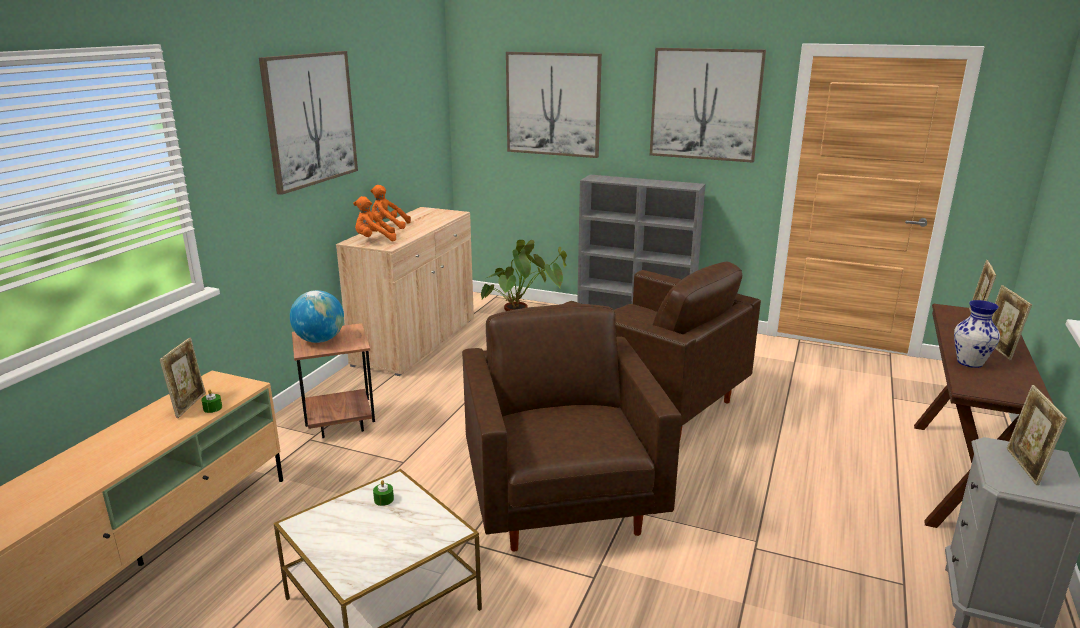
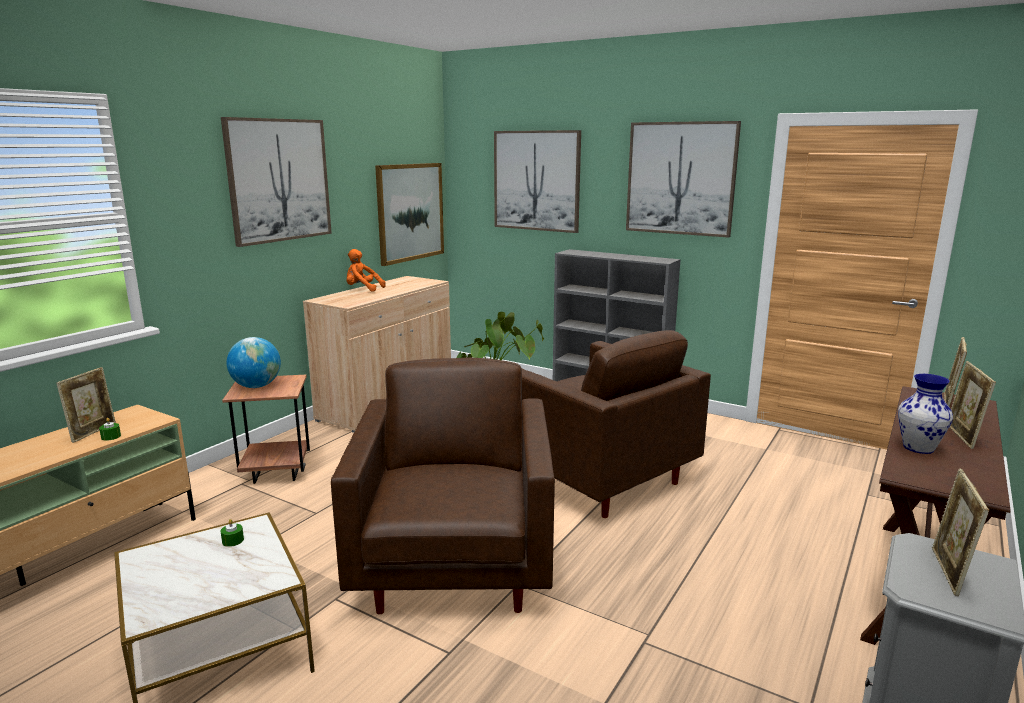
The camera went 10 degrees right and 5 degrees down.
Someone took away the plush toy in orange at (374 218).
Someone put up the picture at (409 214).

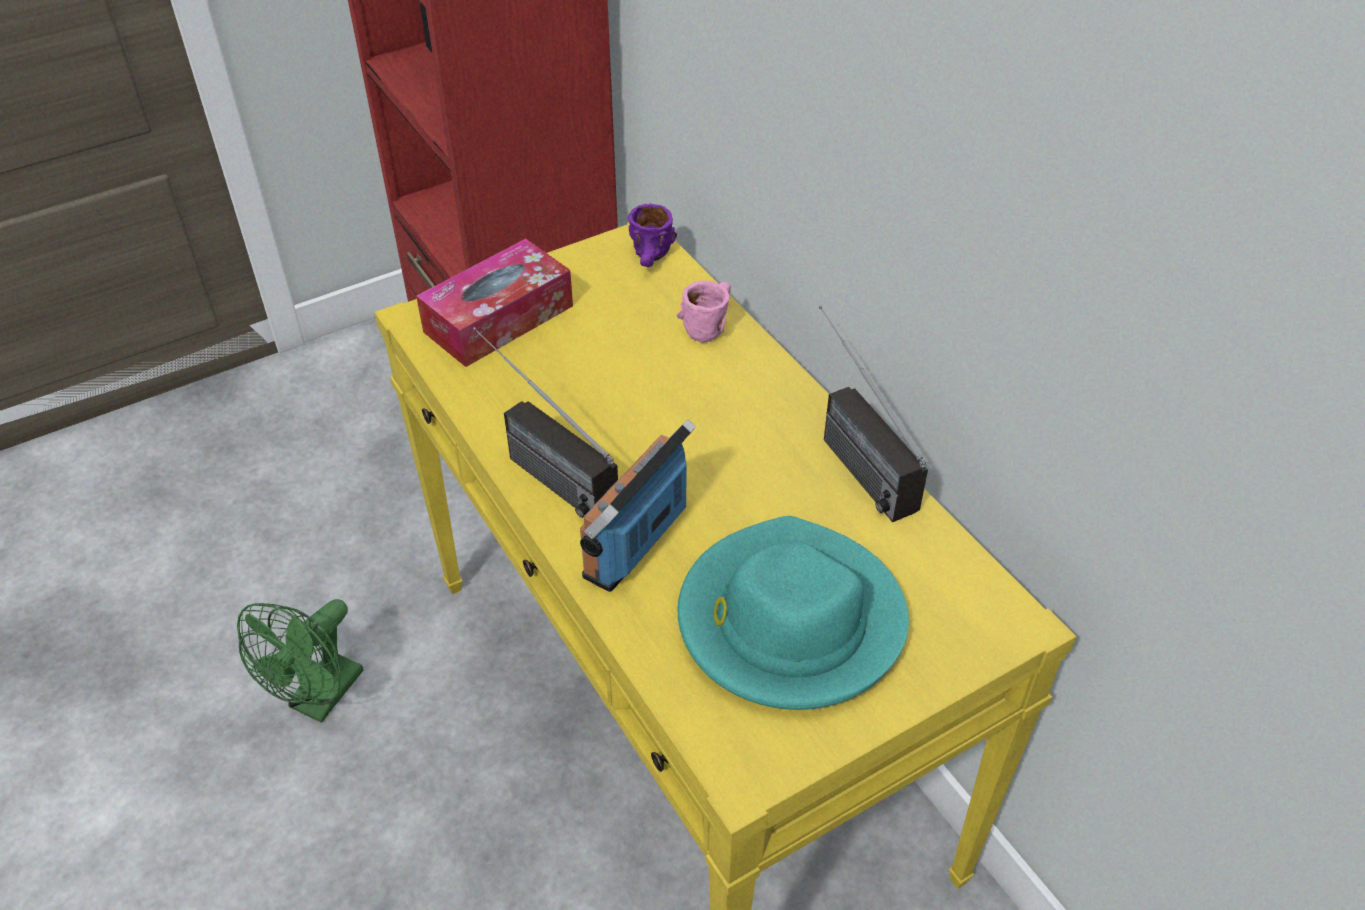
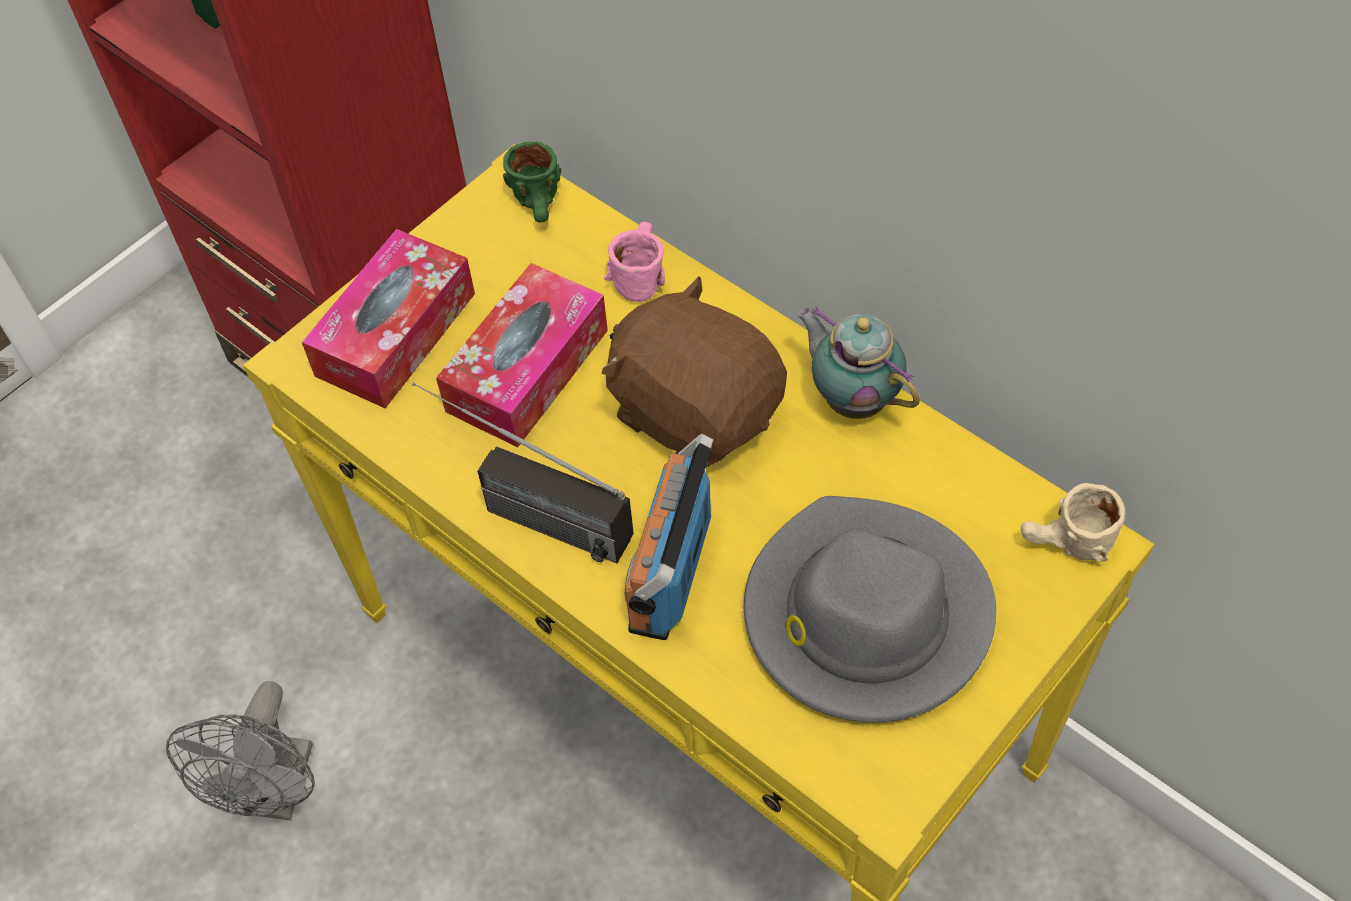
The camera went 15 degrees left and 10 degrees up.
Someone put down the tissue box at (522 355).
Someone put down the plush toy in brown at (694 372).
Someone put down the mug in beige at (1073 522).
Someone swapped the radio at (873 414) for the teapot at (858 363).
Someone repainted the fan in green at (300 661), which became the fan in grey at (240 750).
Someone repainted the mug in purple at (652 235), which became the mug in green at (532 181).
Someone repainted the hat in turquoise at (793 613), which became the hat in grey at (870 609).

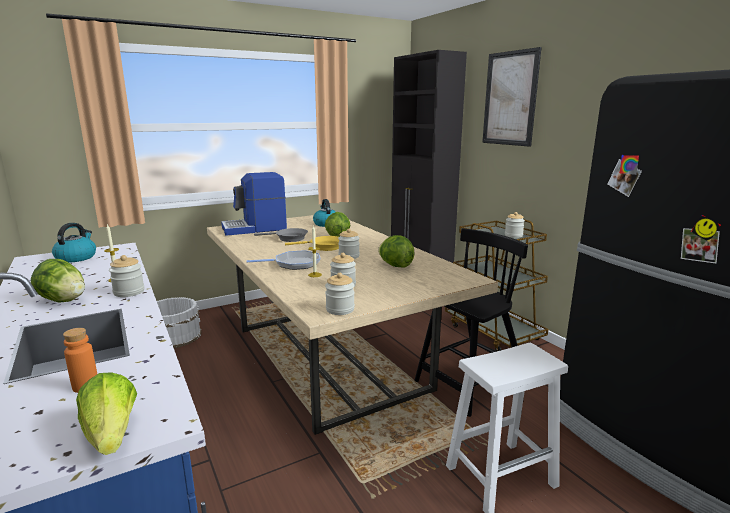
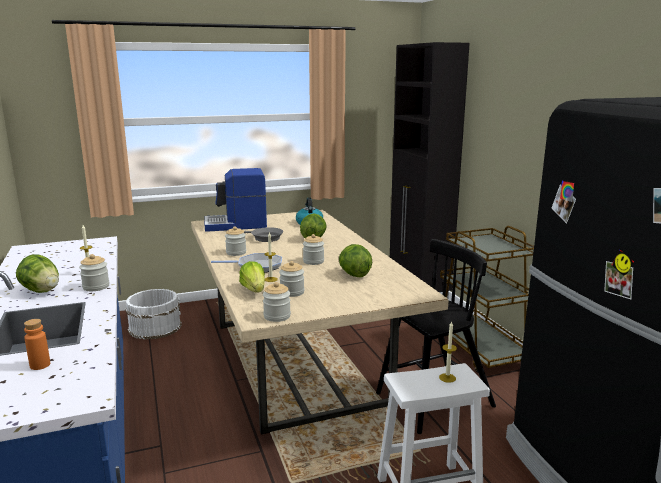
The camera went 10 degrees right and 0 degrees up.
Someone took away the kettle at (74 243).
Someone took away the frying pan in yellow at (312 243).
Someone took away the picture at (512 97).
Someone put down the candle at (448 352).
Someone carried the lettuce from (106 413) to (252 277).
Someone carried the jar from (515 225) to (235 241).

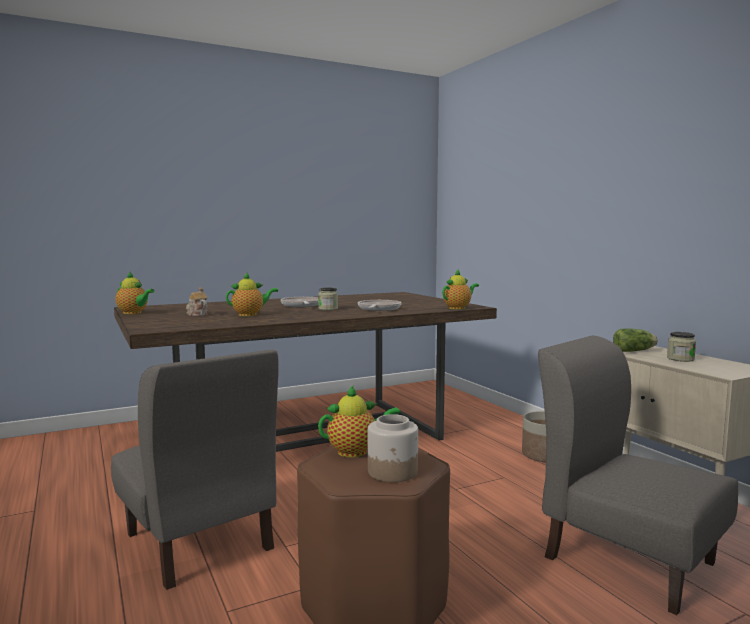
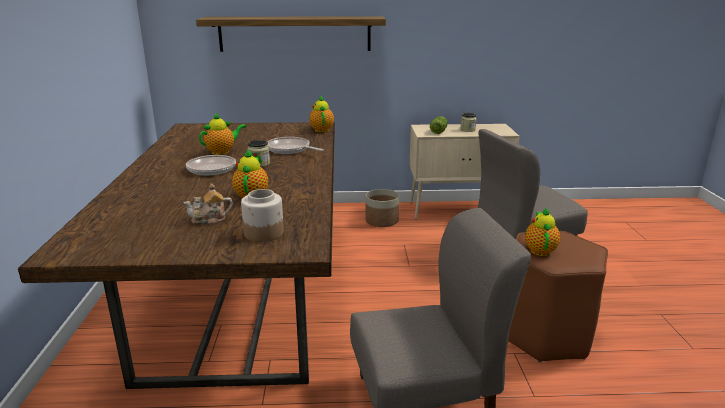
The camera went 65 degrees left and 15 degrees up.
Someone put up the shelf at (291 34).
Someone carried the teapot from (134 292) to (222 134).
Someone carried the jar from (393 448) to (262 215).

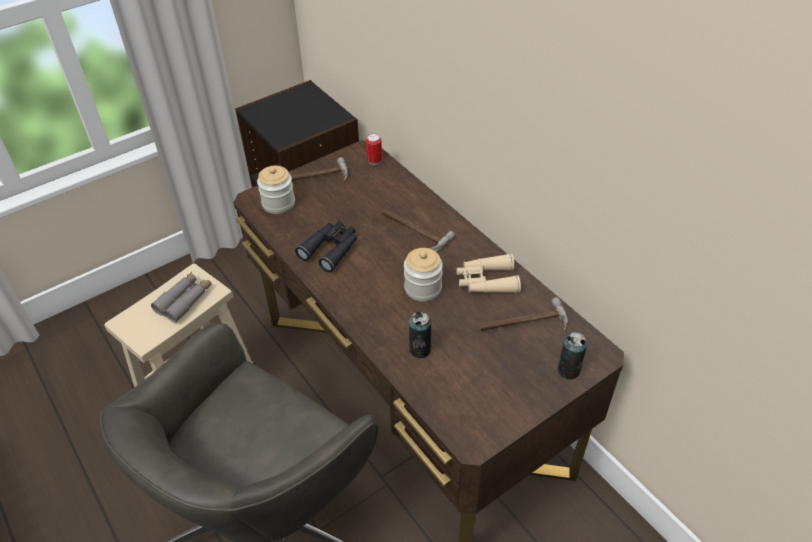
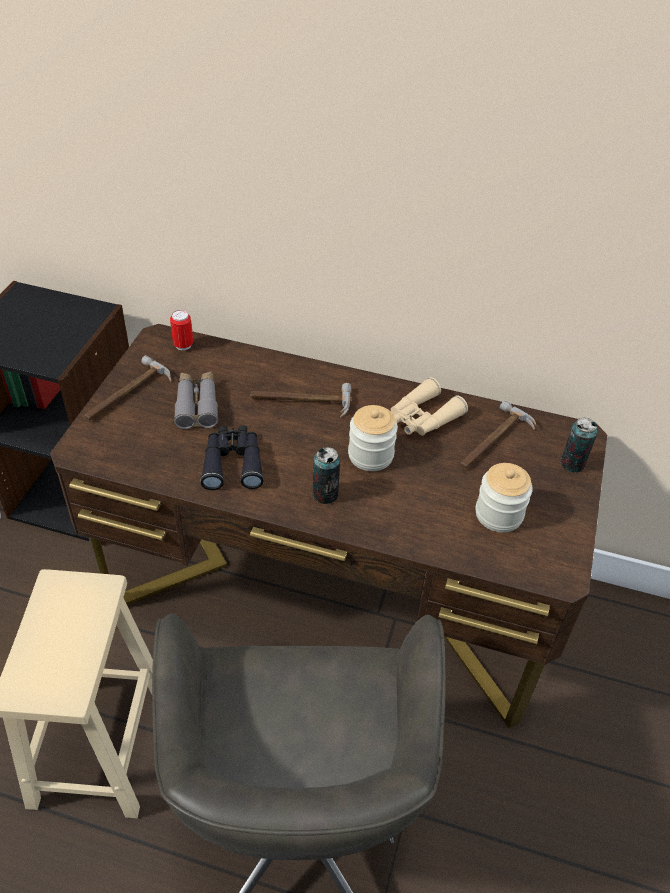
The camera went 40 degrees left and 0 degrees up.
Someone carried the binoculars in grey from (181 297) to (196 400).
Someone carried the jar from (276 190) to (504 497).
Someone carried the can from (420 335) to (326 475).

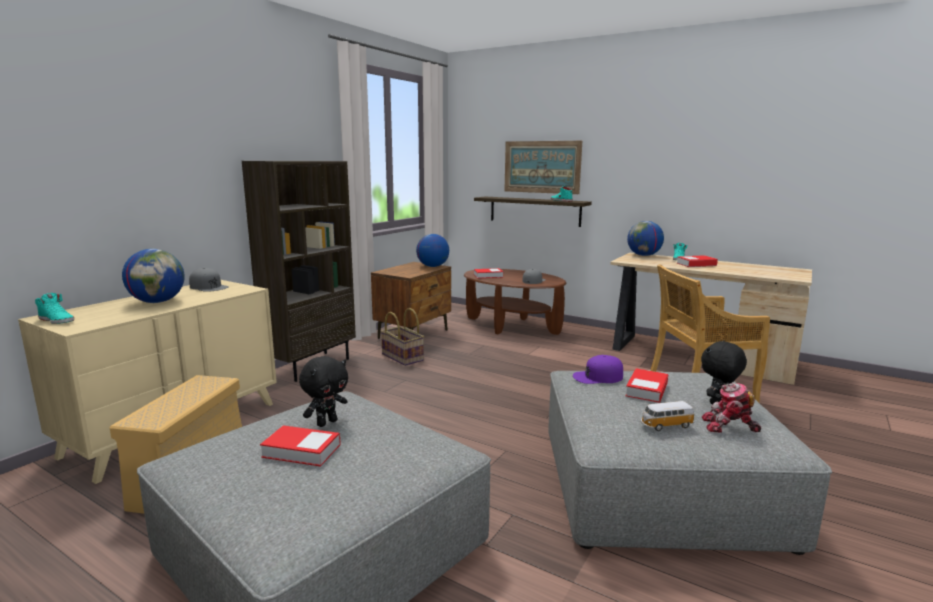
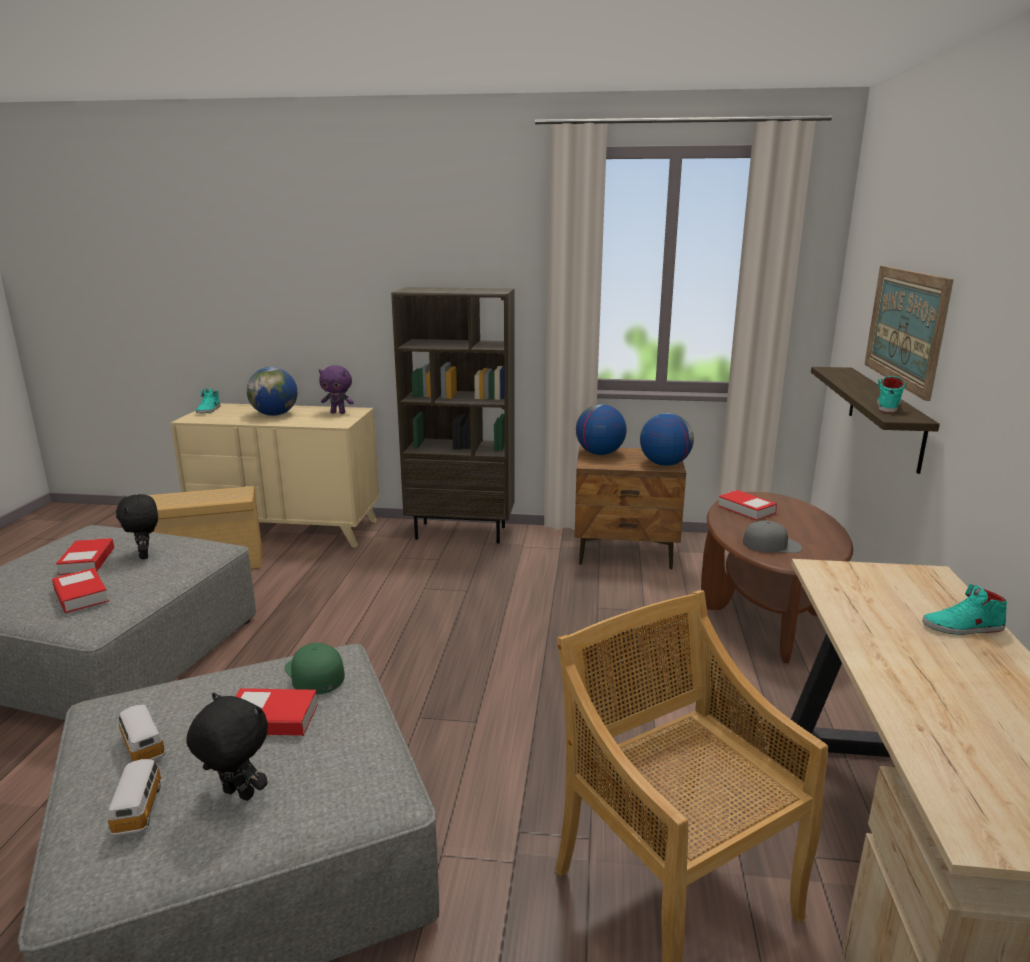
The camera went 65 degrees right and 5 degrees up.
Someone took away the basket at (402 337).
Someone carried the globe from (645 238) to (601 429).
Someone carried the book from (697 261) to (80 590).
Someone swapped the cap in grey at (208 280) for the plush toy in purple at (336 389).
Someone swapped the toy robot at (731 408) for the toy car at (134 797).
Someone repainted the cap in purple at (598 369), which became the cap in green at (314 669).
Someone rotated the plush toy in black at (323 391) by 45 degrees clockwise.

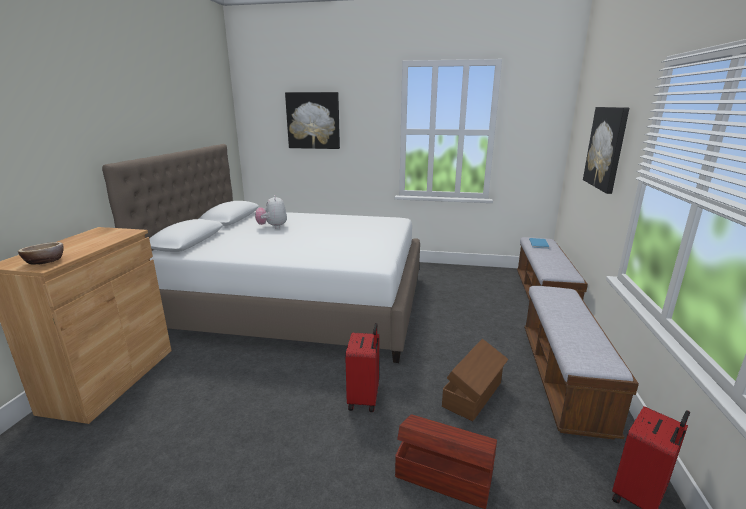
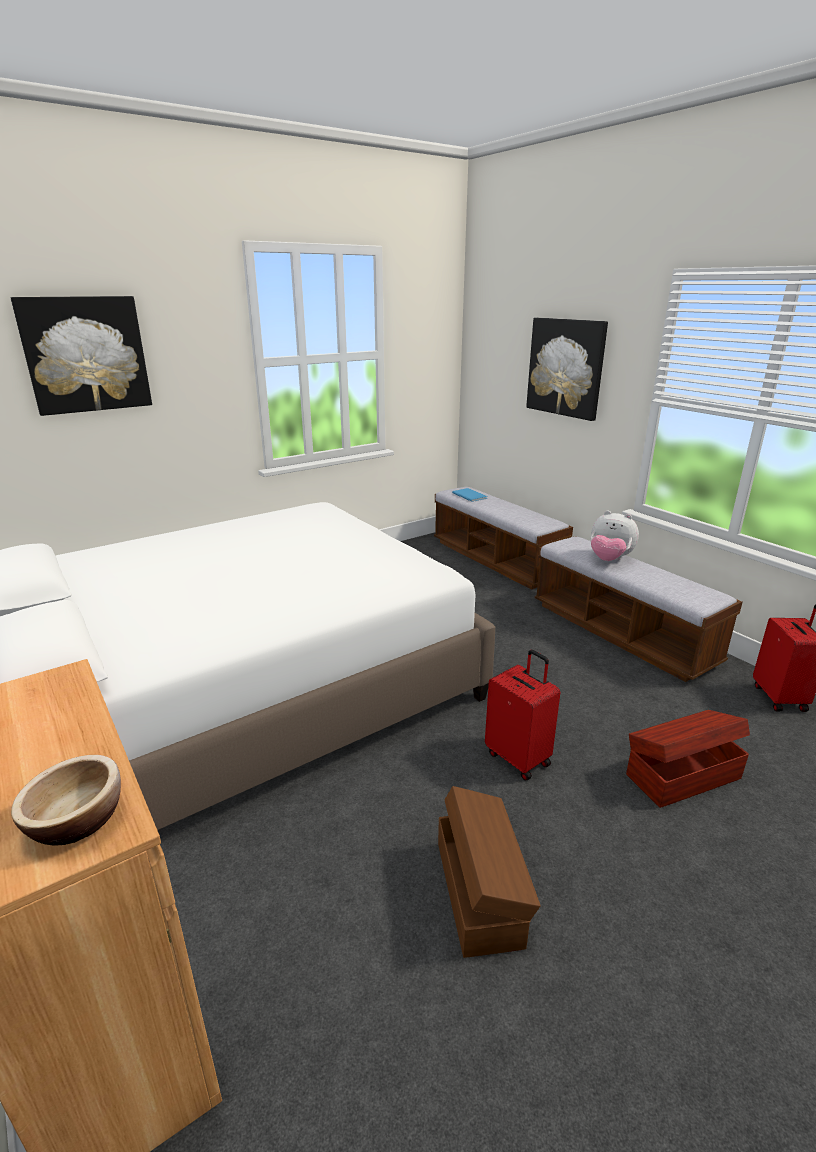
The camera went 45 degrees left and 5 degrees up.
Someone carried the plush toy from (271 211) to (614 536).
Someone carried the storage box in brown from (475 380) to (489 872).

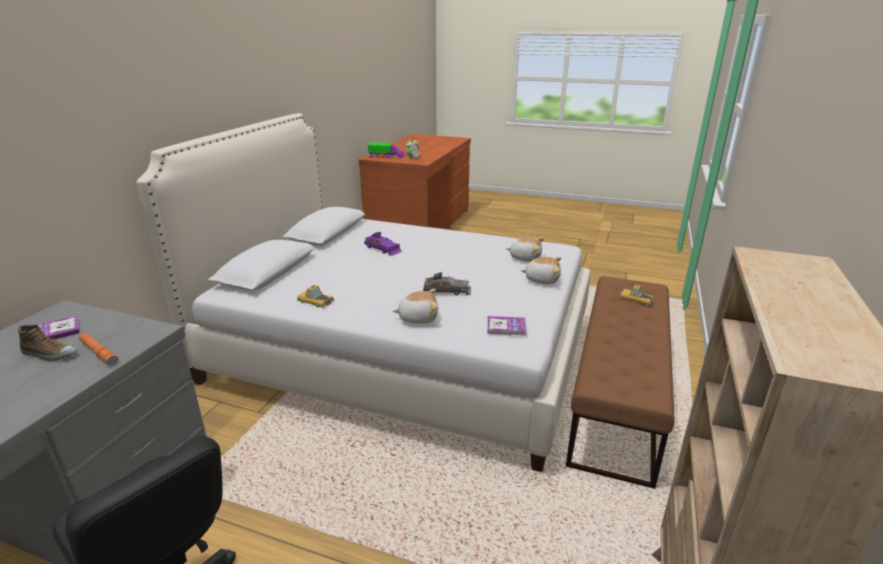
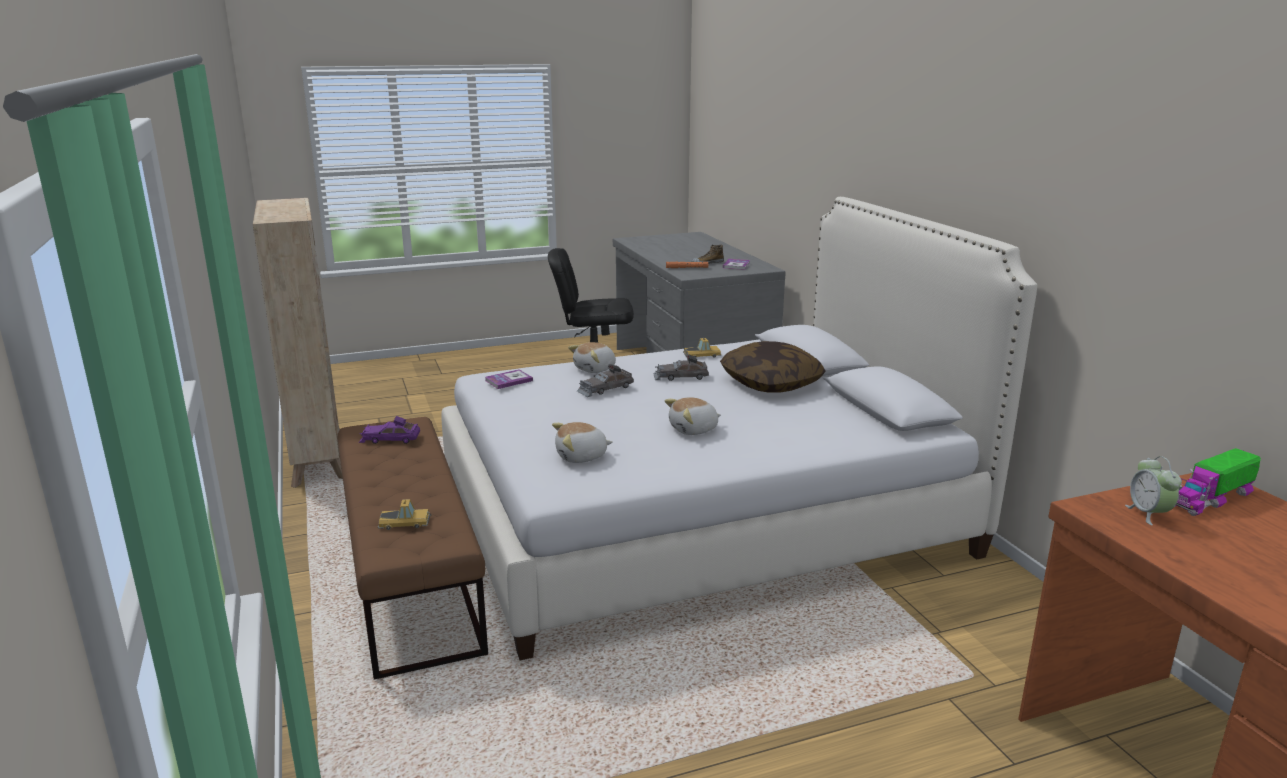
The camera went 140 degrees right and 5 degrees down.
Someone put down the toy car in grey at (681 367).
Someone put down the pillow at (773 367).
Someone carried the toy car in purple from (383 244) to (389 430).
Someone carried the plush toy from (541 270) to (693 416).

